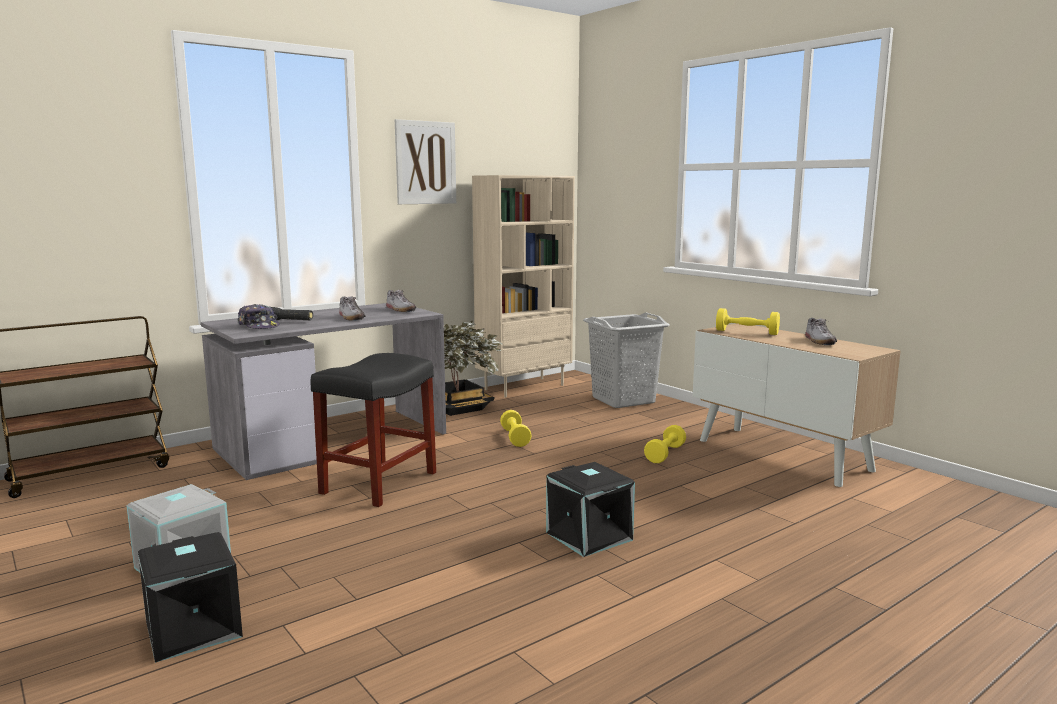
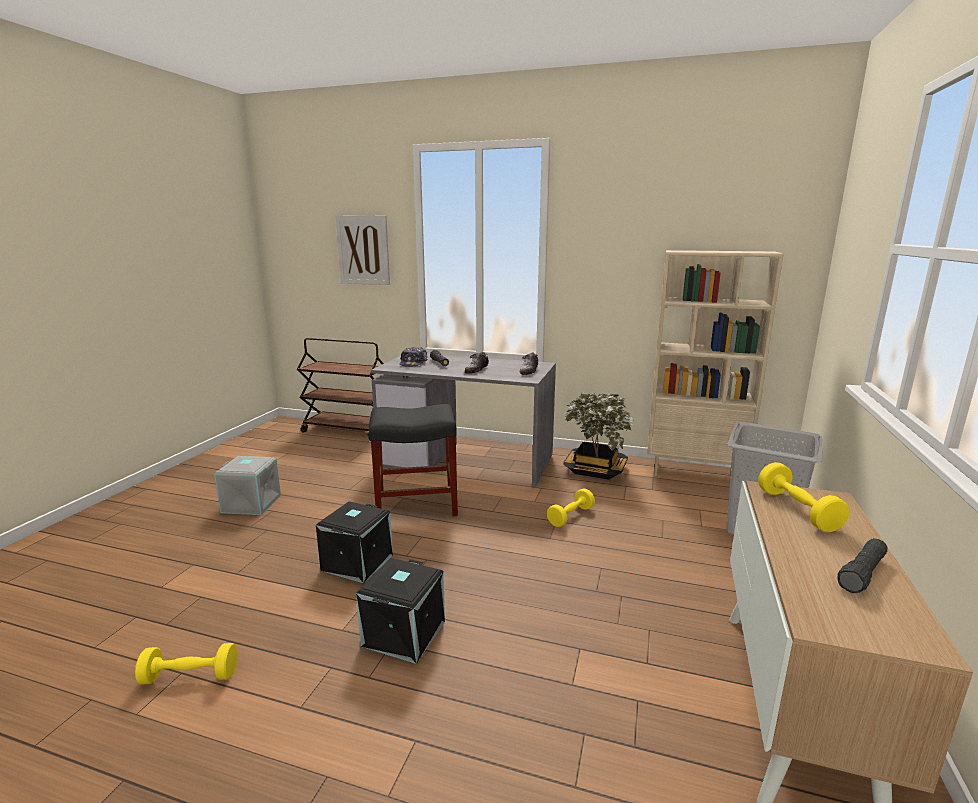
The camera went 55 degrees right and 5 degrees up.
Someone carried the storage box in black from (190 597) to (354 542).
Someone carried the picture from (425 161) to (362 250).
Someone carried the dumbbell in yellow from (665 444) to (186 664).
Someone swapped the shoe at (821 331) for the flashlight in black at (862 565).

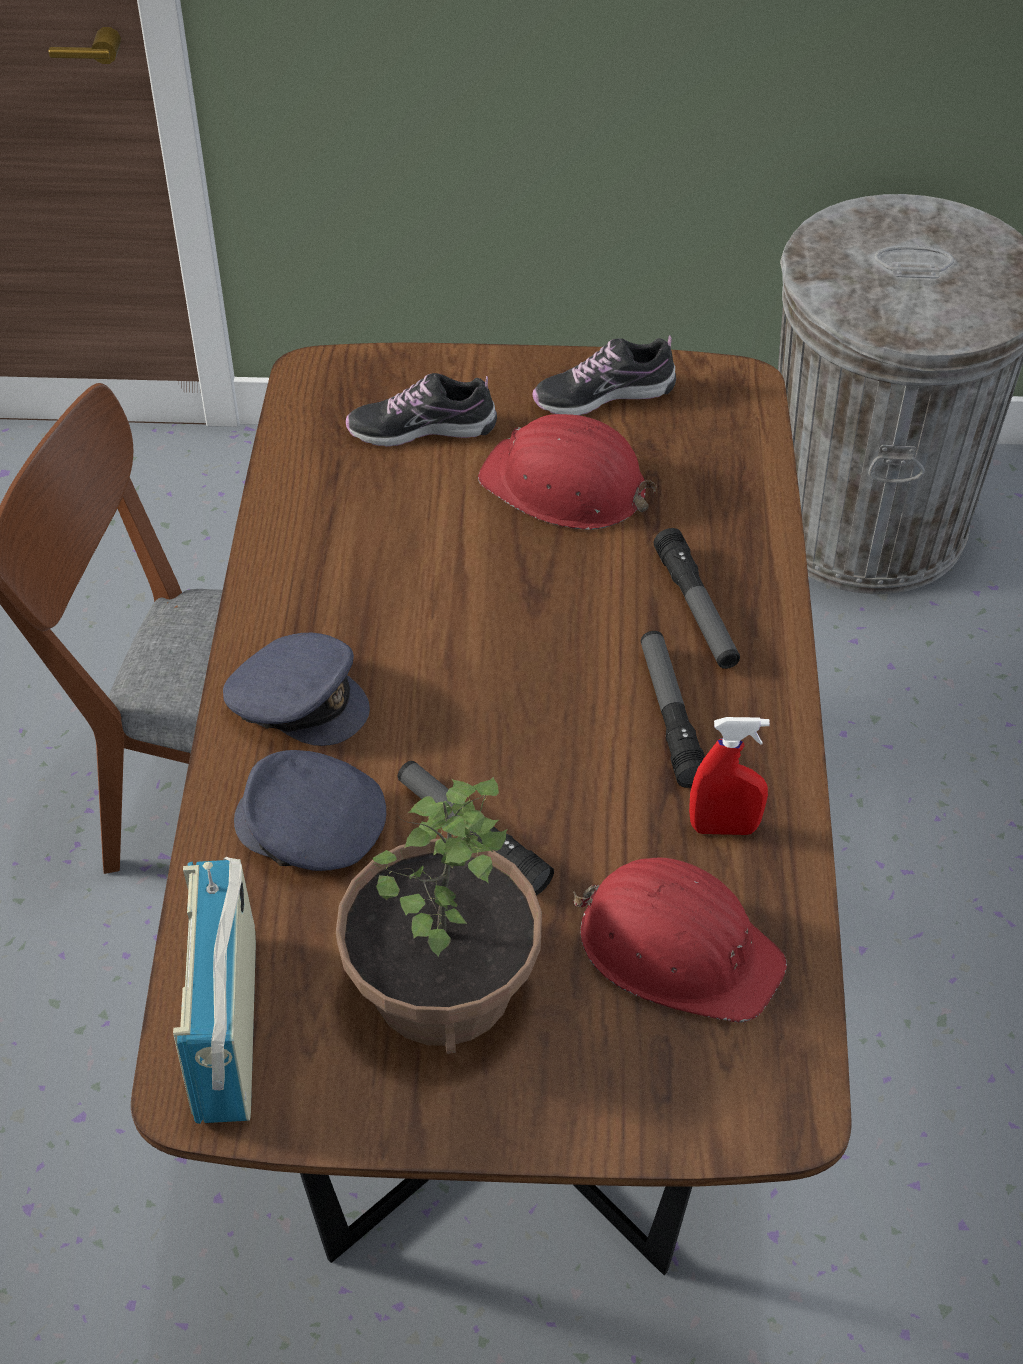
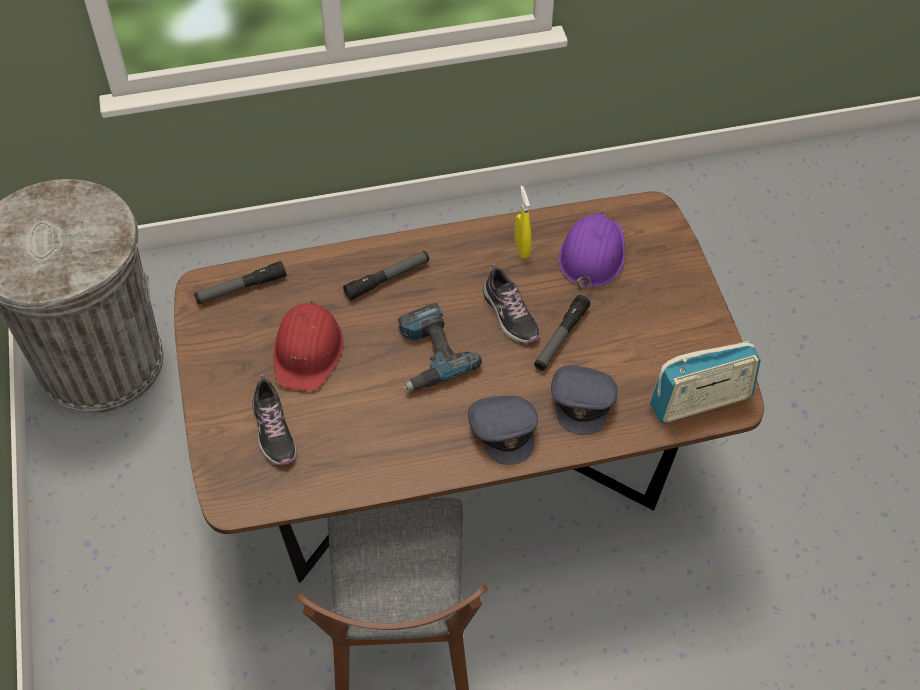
The camera went 105 degrees left and 5 degrees up.
Someone took away the potted plant at (439 915).
Someone put down the power drill at (440 346).
Someone carried the shoe from (604 375) to (511 303).
Someone carried the flashlight from (673 709) to (240 282).
Someone repainted the hard hat in red at (679 940), which became the hard hat in purple at (592 251).
Someone repainted the spray bottle in red at (729 776), which became the spray bottle in yellow at (522 222).
Someone rotated the cap in grey at (296 689) by 150 degrees clockwise.

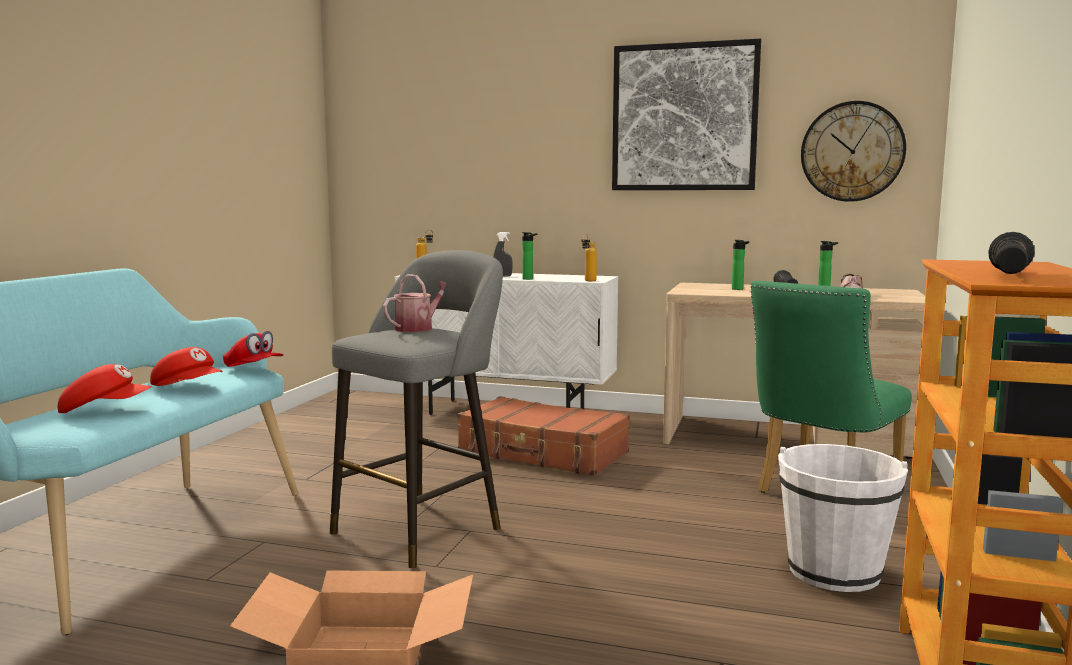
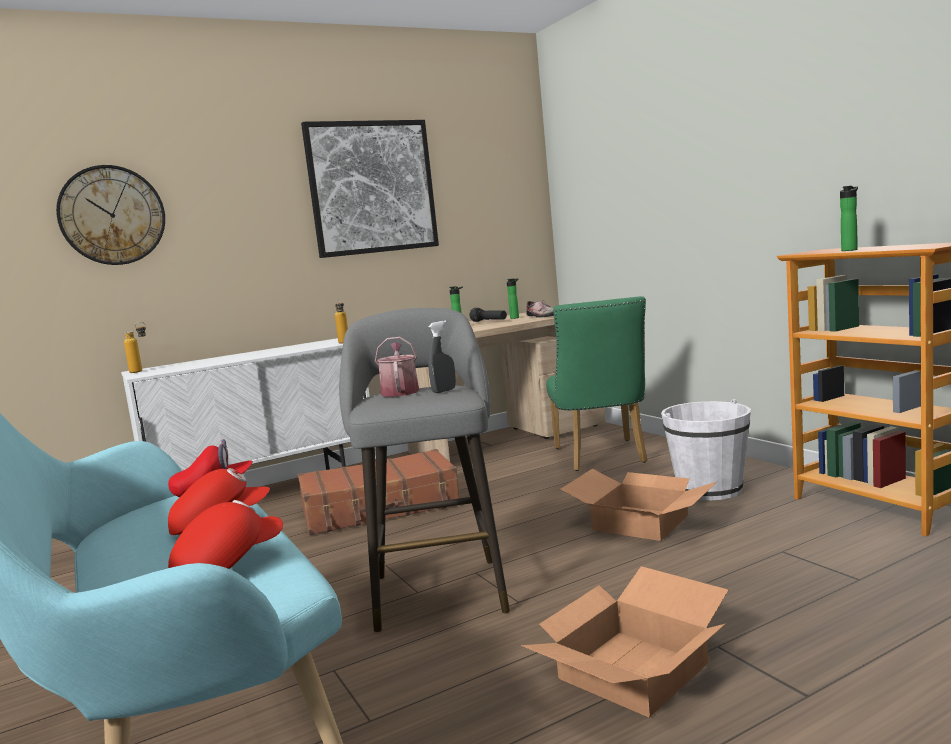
The camera went 45 degrees left and 0 degrees up.
Someone took away the flashlight in black at (1011 253).
Someone put down the cardboard box at (639 505).
Someone carried the spray bottle in grey from (503 254) to (442 357).
Someone carried the bottle from (530 256) to (849 218).
Someone carried the wall clock from (853 151) to (110 215).

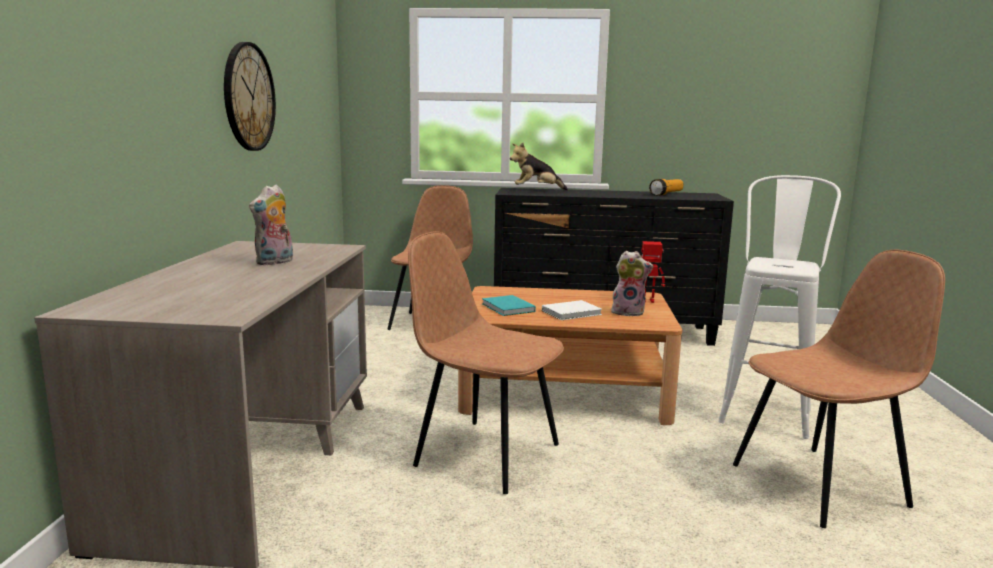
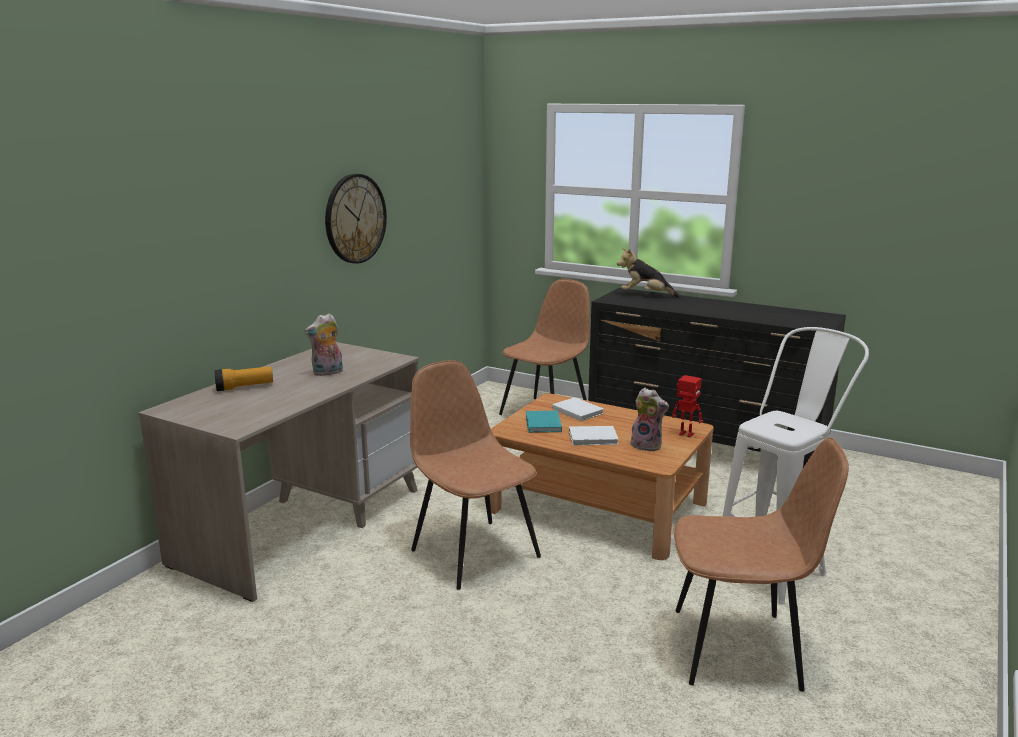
The camera went 25 degrees right and 5 degrees up.
Someone put down the book in white at (578 409).
Someone carried the flashlight from (666 187) to (243 378).

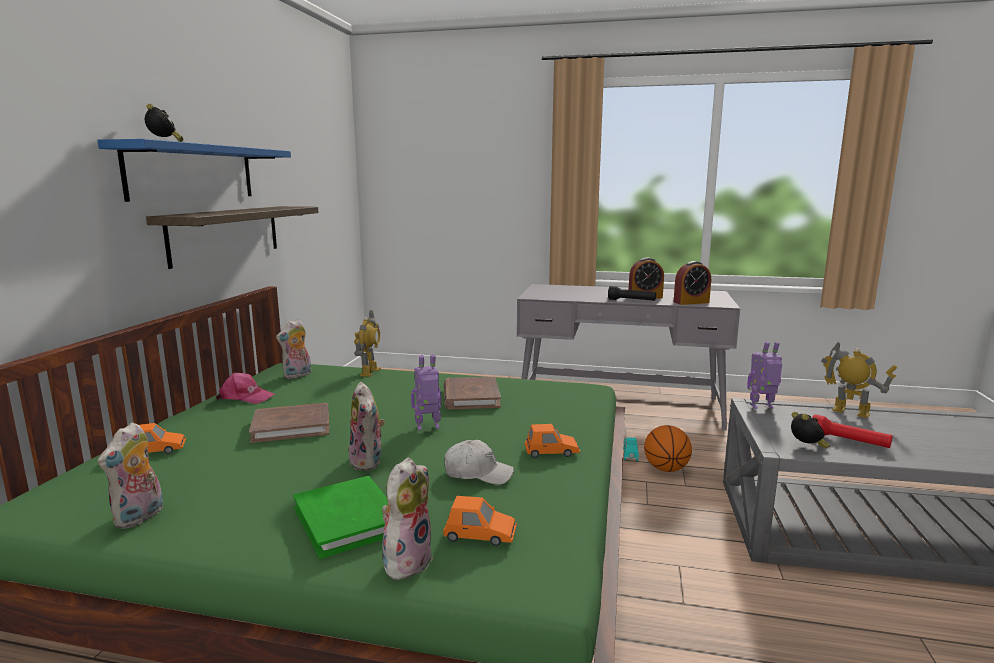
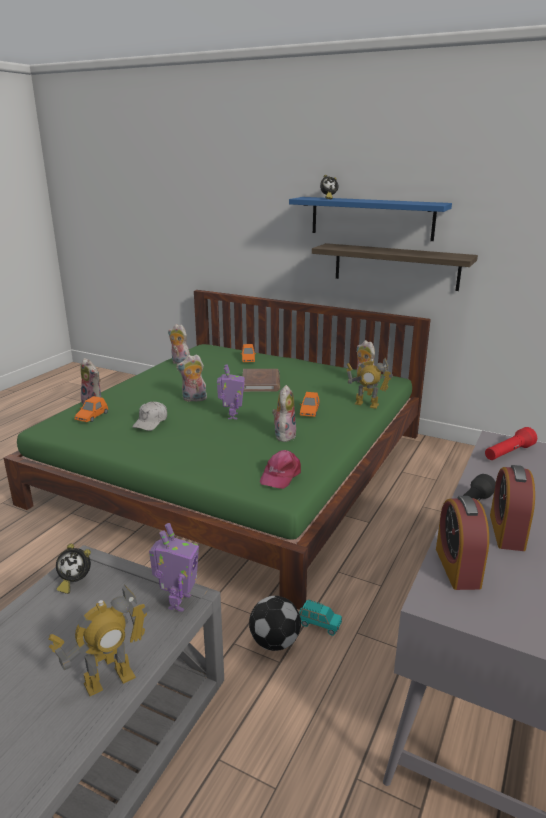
The camera went 105 degrees right and 10 degrees up.
Someone took away the book in green at (340 517).
Someone carried the cap in pink from (245 388) to (280 469).
Someone carried the toy car in orange from (552 441) to (309 404).
Someone carried the flashlight in red from (852 431) to (511 443).
Someone swapped the book in brown at (472 393) for the plush toy at (284 413).
Someone swapped the basketball at (668 448) for the football at (275 623).

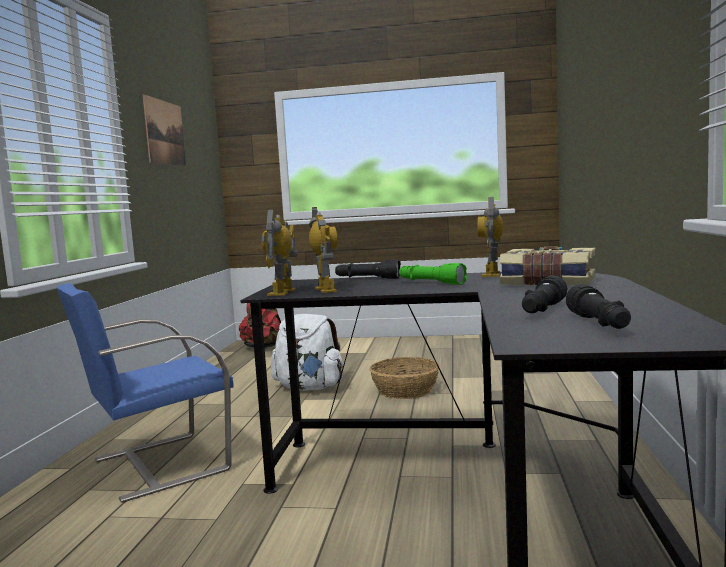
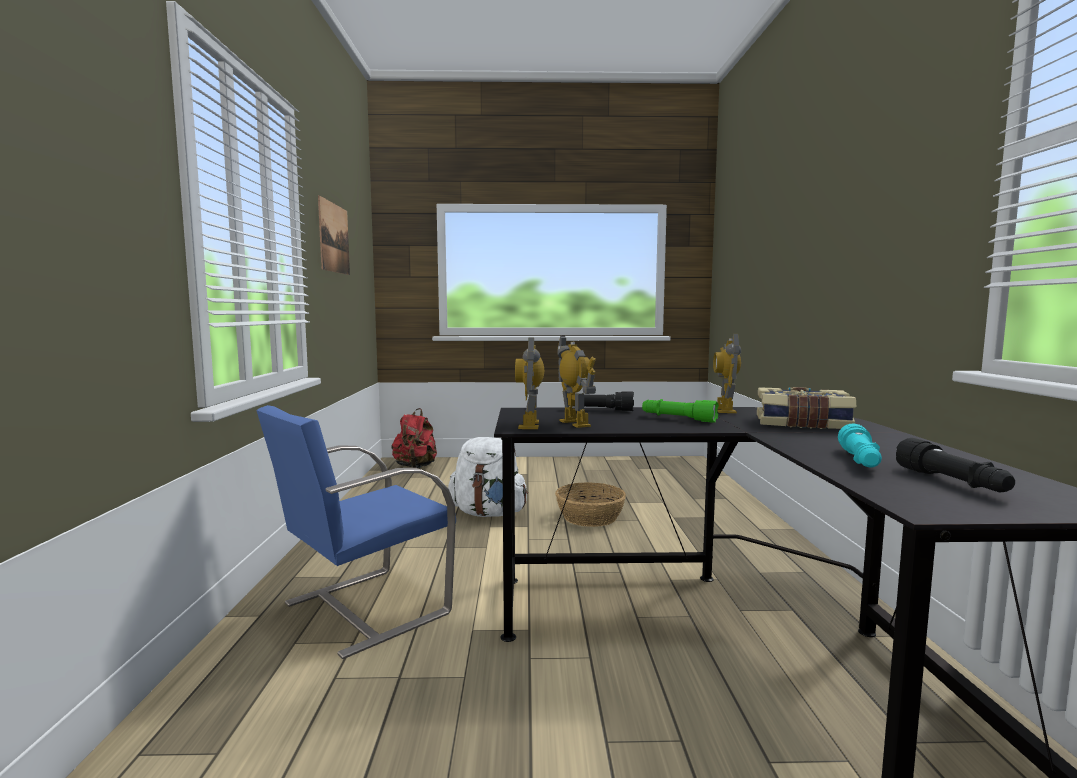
The camera went 10 degrees left and 0 degrees up.
Someone repainted the flashlight in black at (544 294), which became the flashlight in turquoise at (860 445).

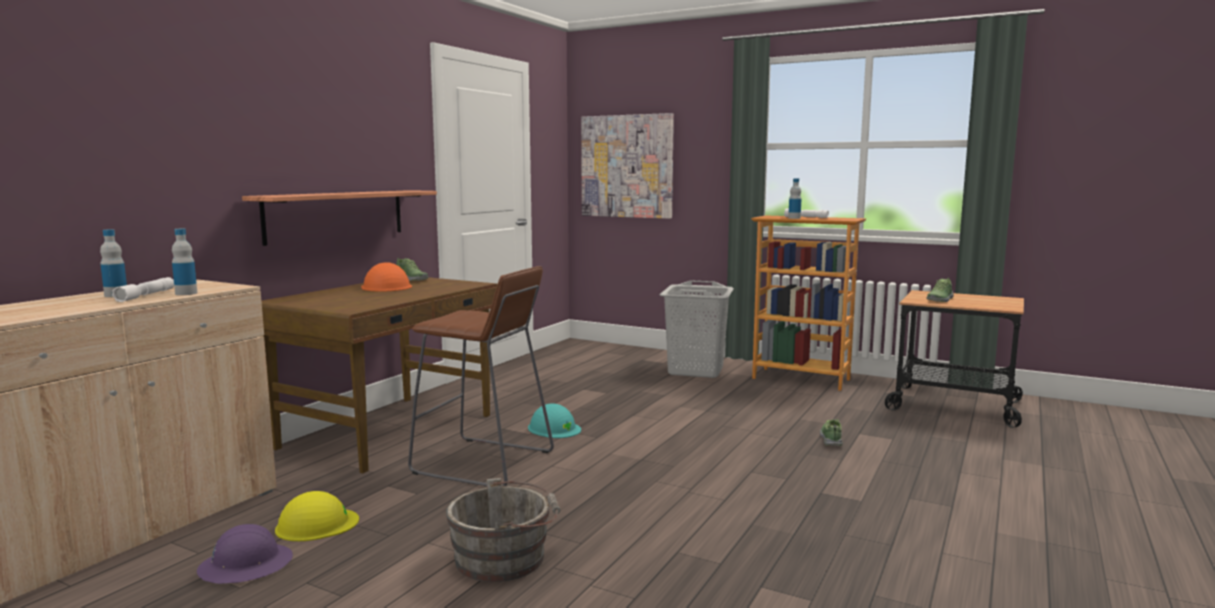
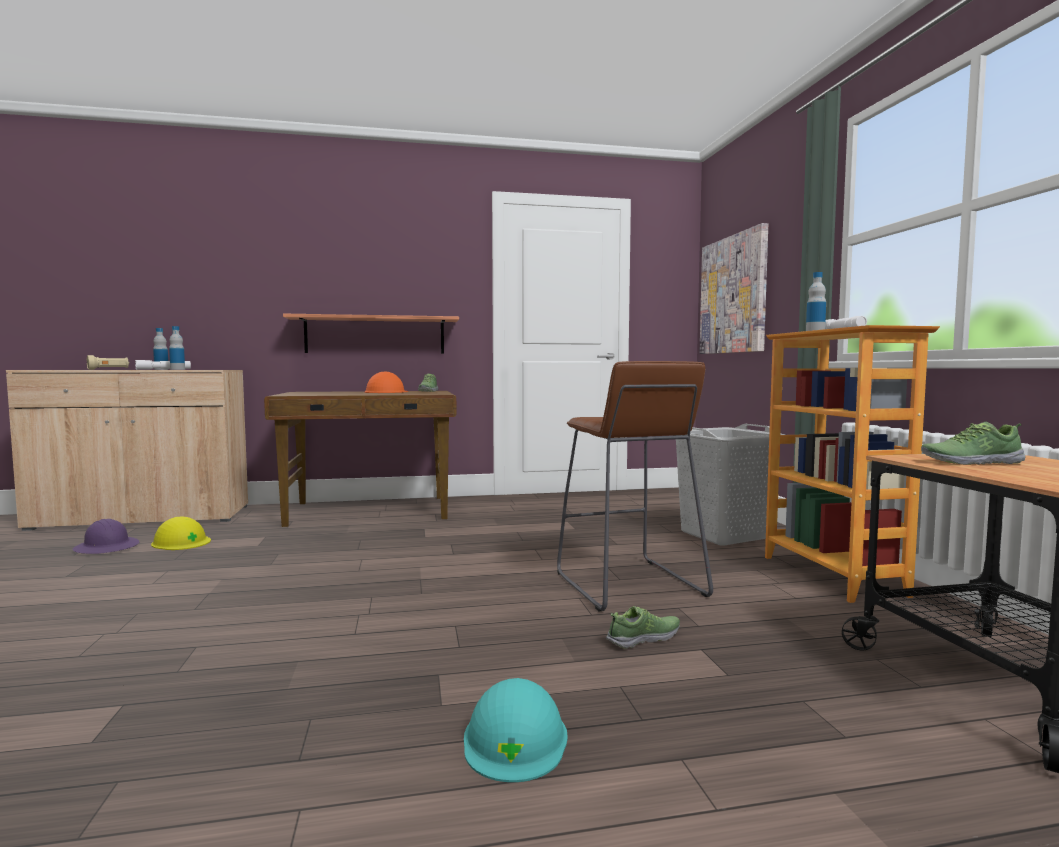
The camera went 50 degrees right and 5 degrees down.
Someone took away the bucket in grey at (503 530).
Someone put down the flashlight in beige at (108 362).
Someone carried the stool in brown from (481 376) to (635 486).
Someone carried the hard hat in turquoise from (554 420) to (516 730).

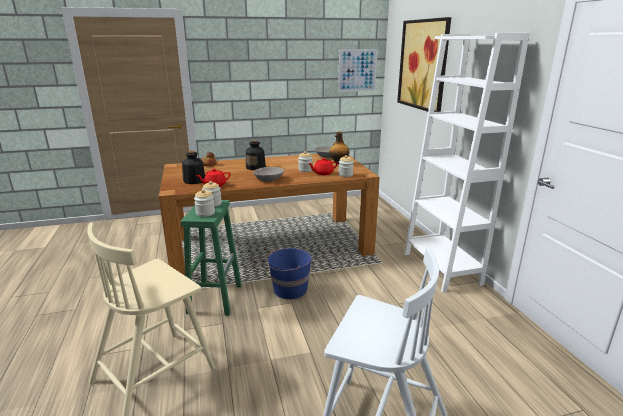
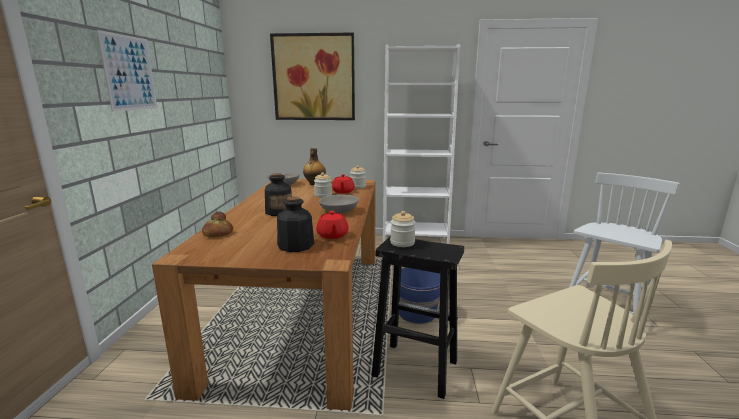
The camera went 70 degrees left and 5 degrees down.
Someone took away the jar at (204 203).
Someone carried the picture from (358 70) to (127 71).
Someone repainted the stool in green at (211 258), which became the stool in black at (418 317).

